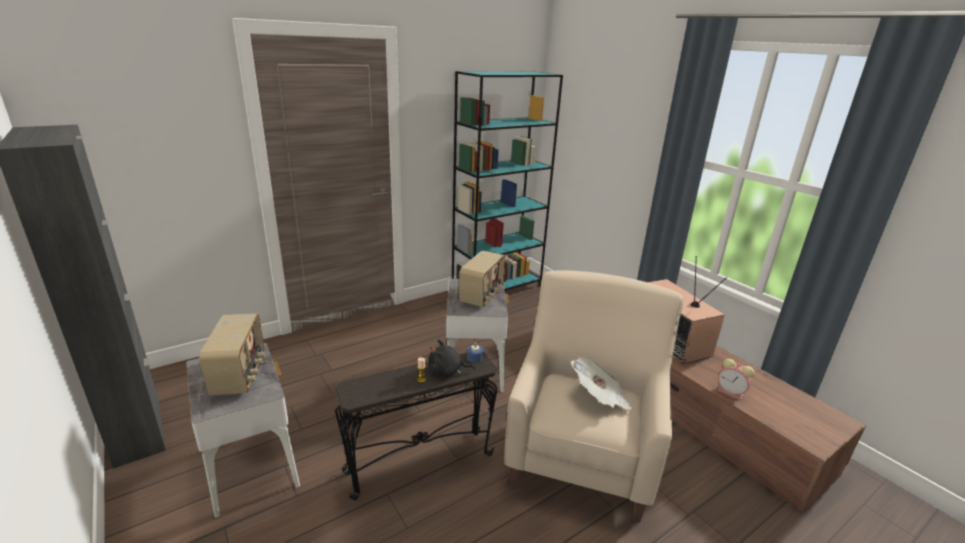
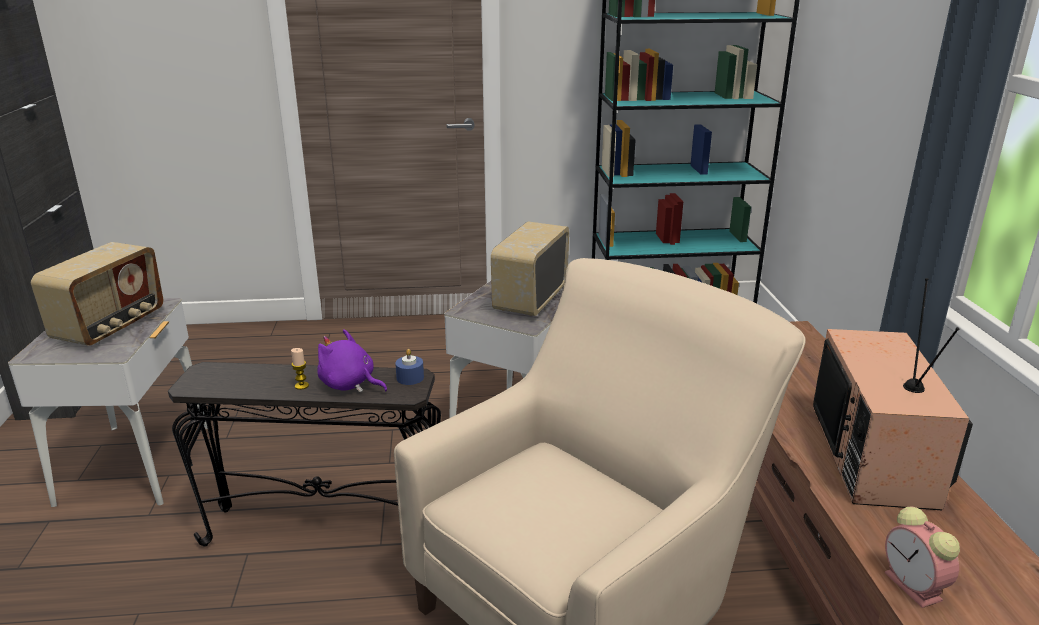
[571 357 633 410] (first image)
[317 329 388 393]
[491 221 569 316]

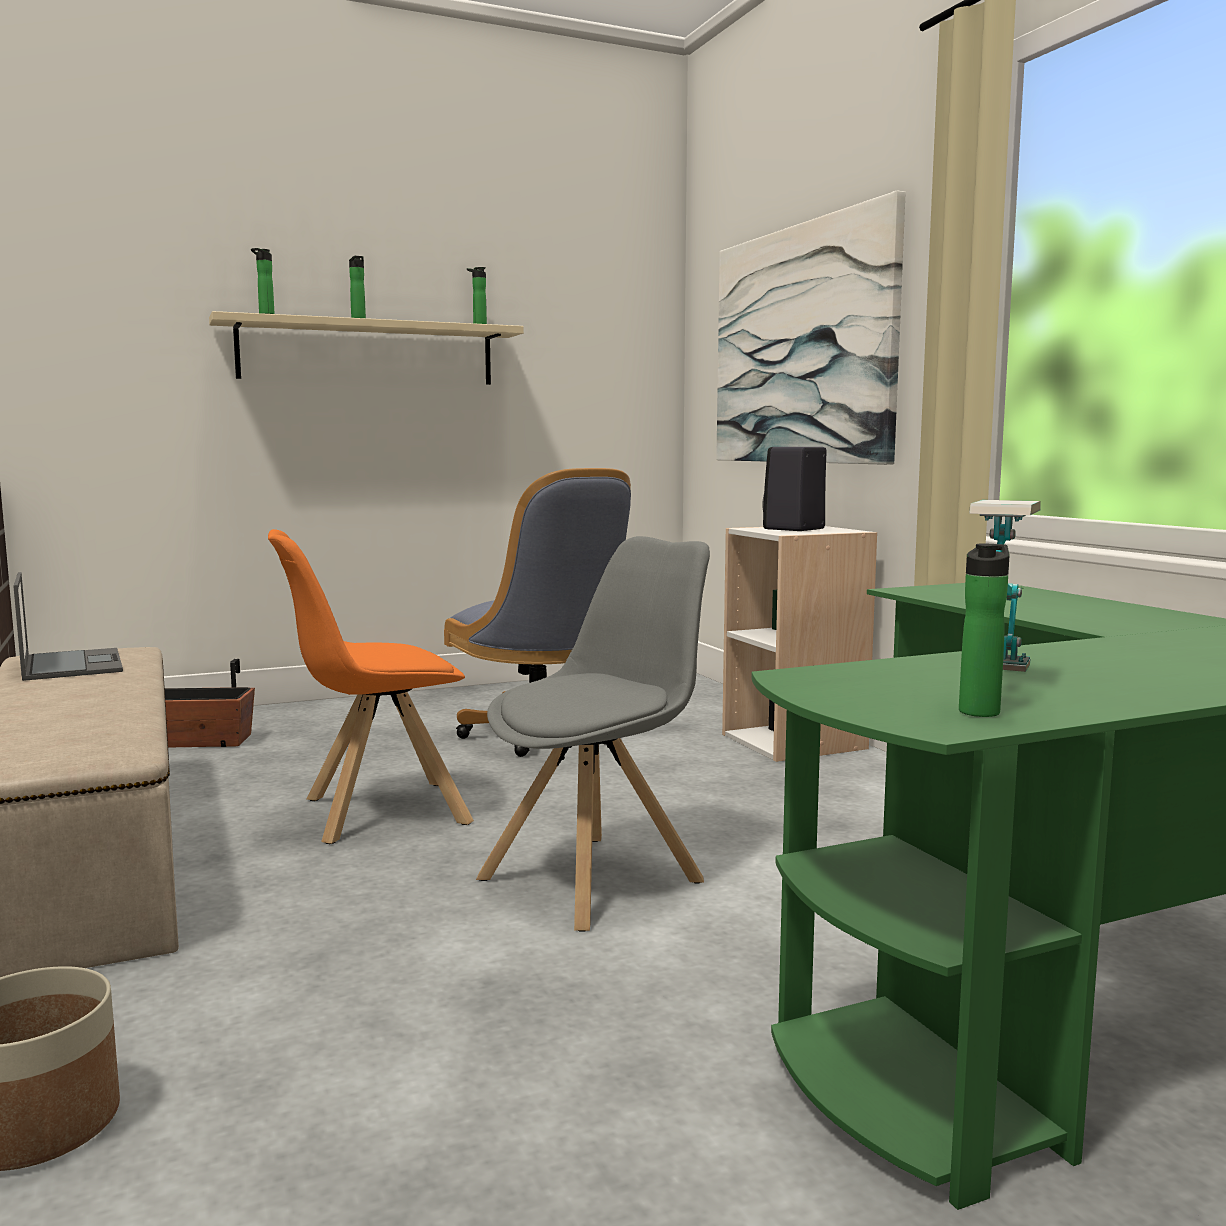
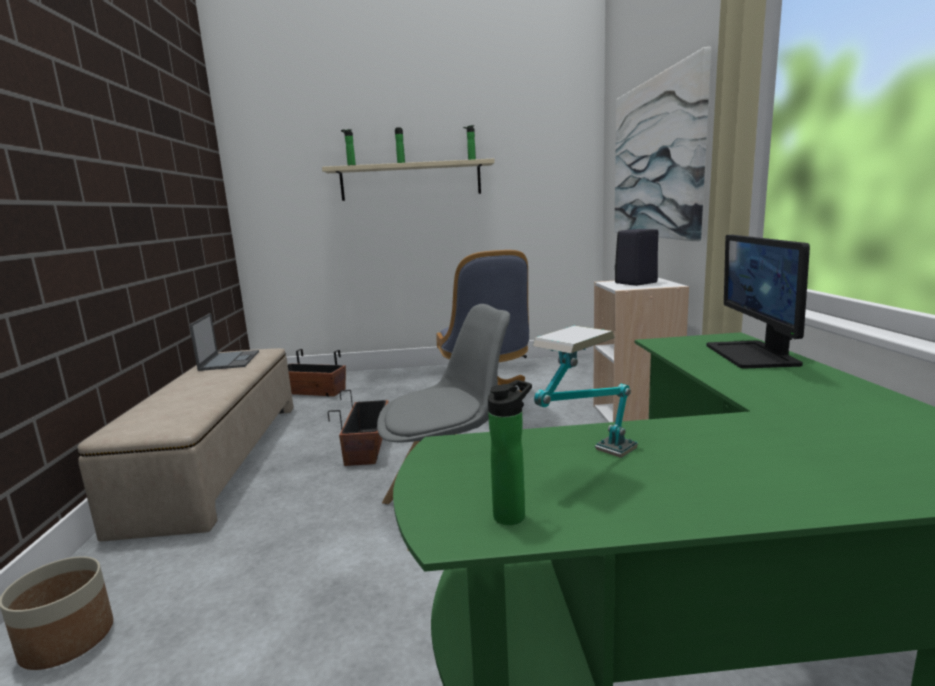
[706 235 810 368]
[328 390 388 466]

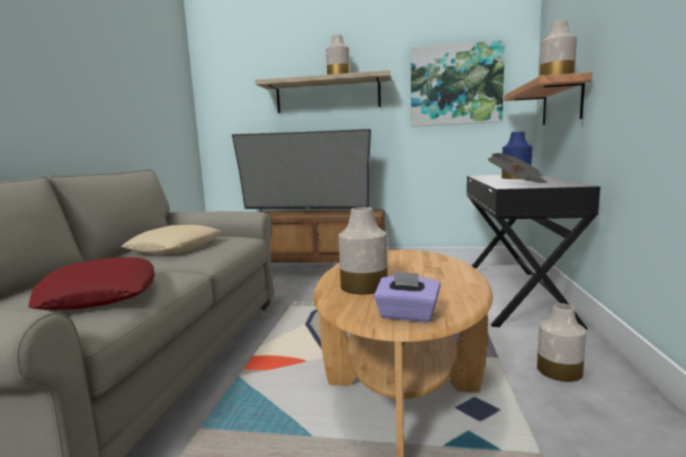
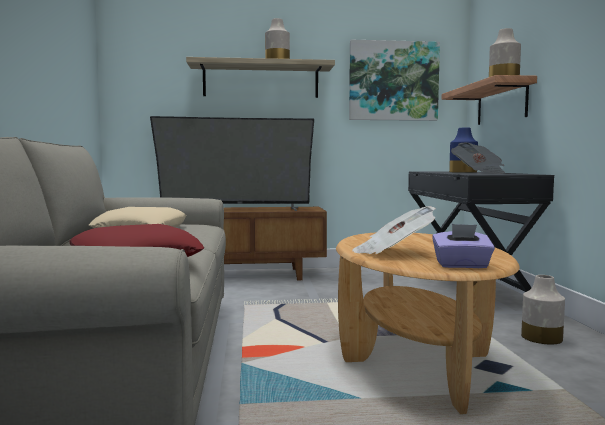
[352 206 436 254]

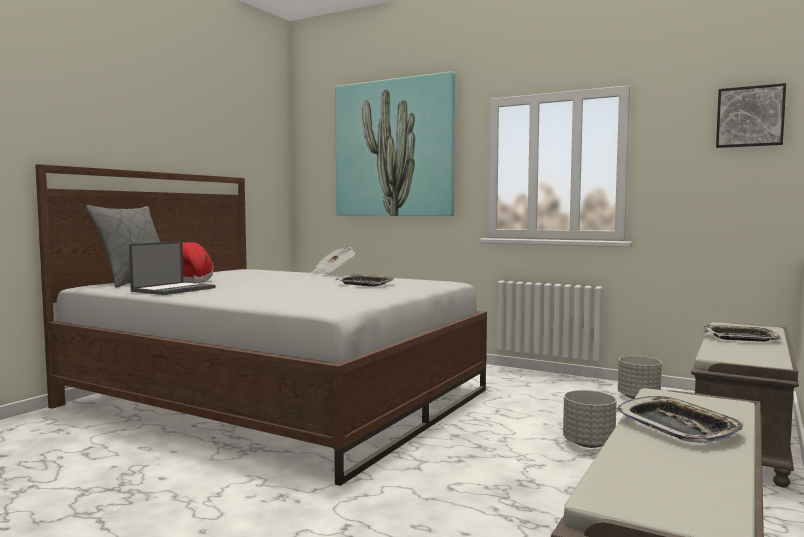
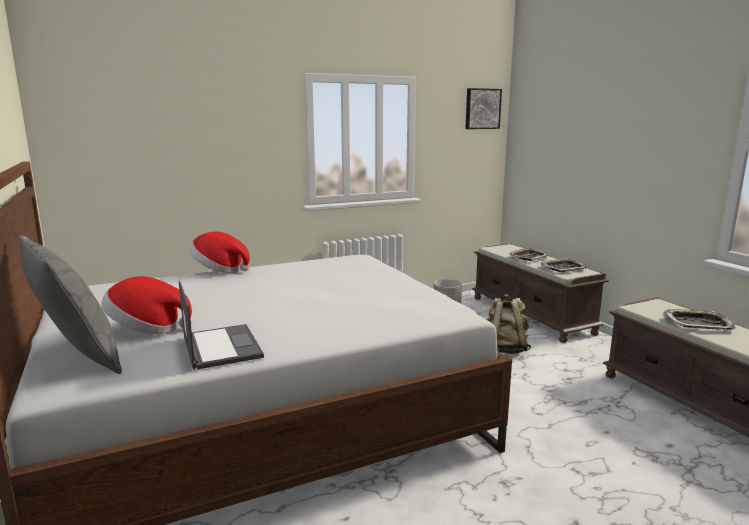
[335 72 455 216] (first image)
[541 258 587 272]
[189 232 250 273]
[486 294 531 354]

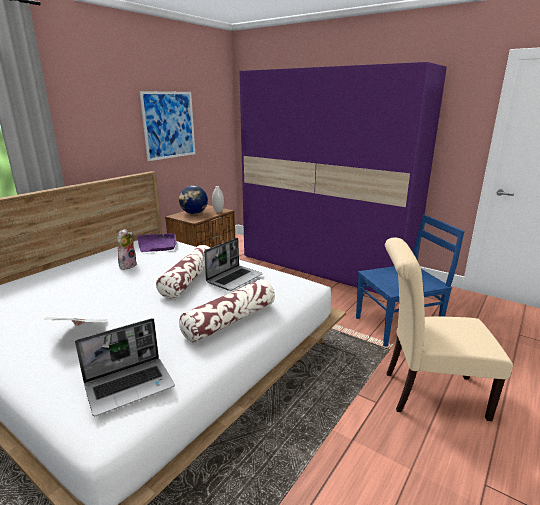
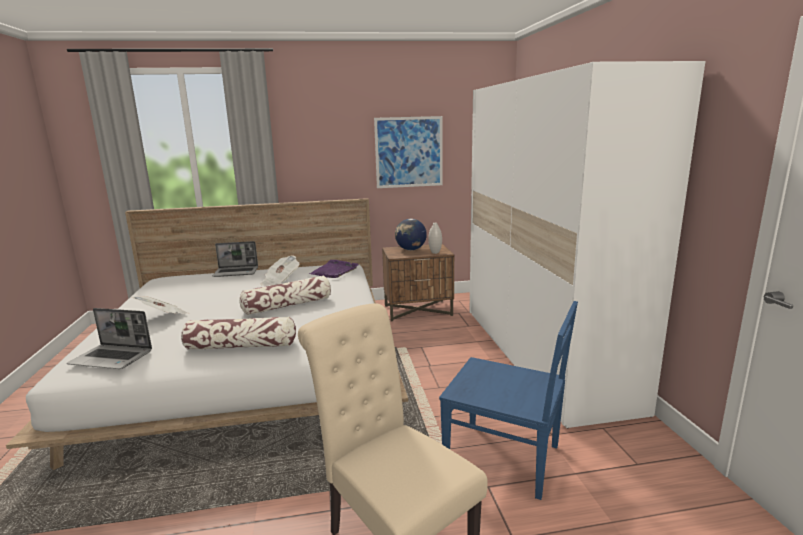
[213 241 258 277]
[261 256 299 286]
[469 61 705 428]

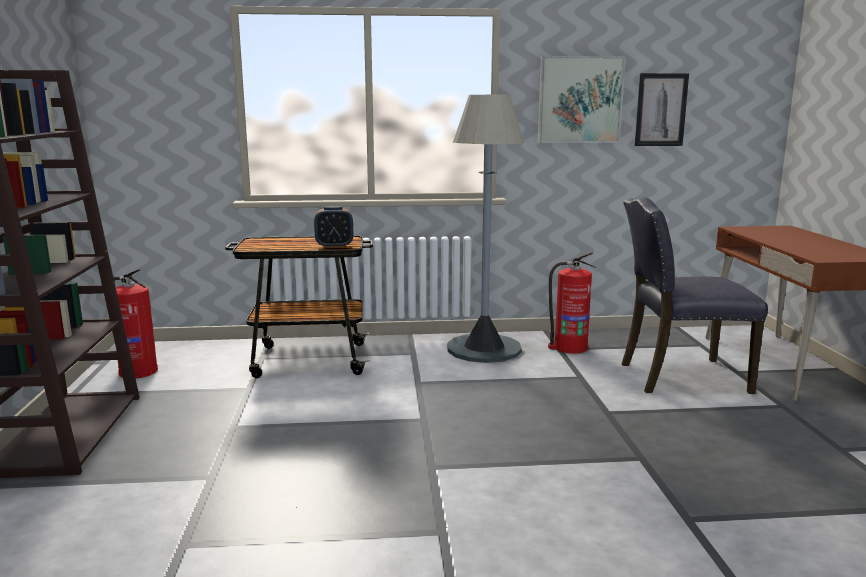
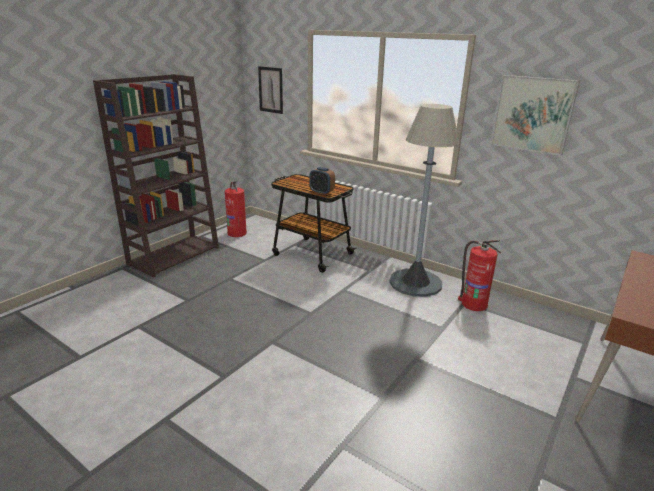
[622 197 768 394] (first image)
[258 66 283 114]

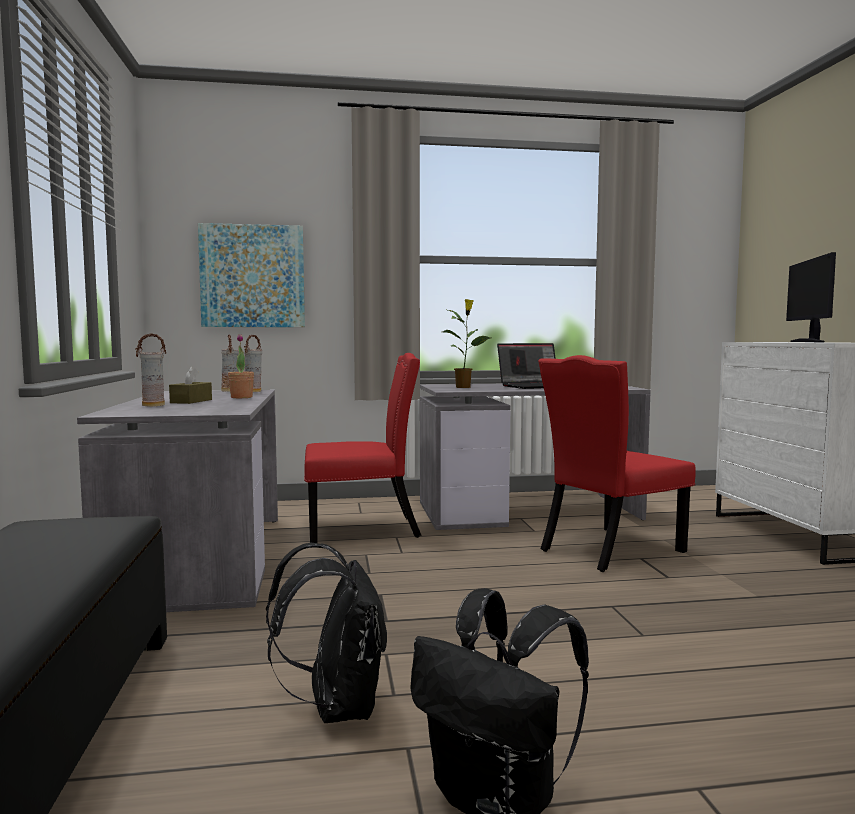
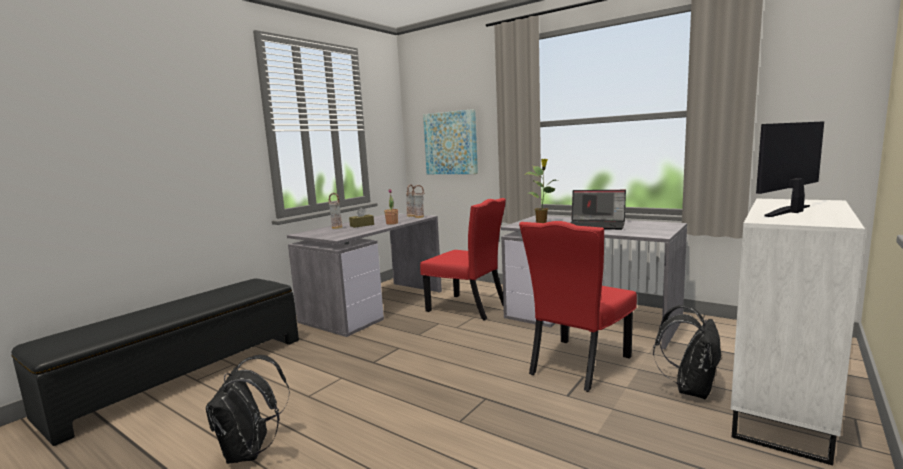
[653 305 722 399]
[519 221 637 392]

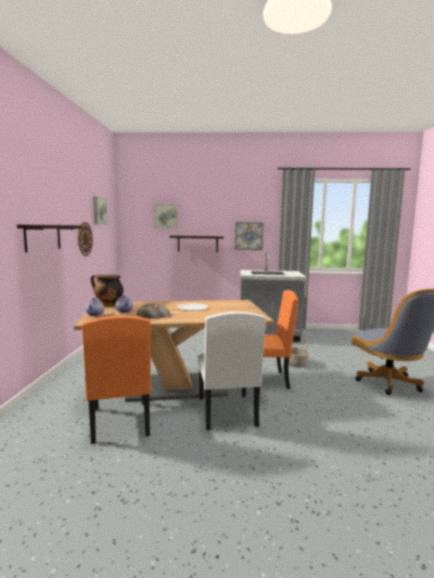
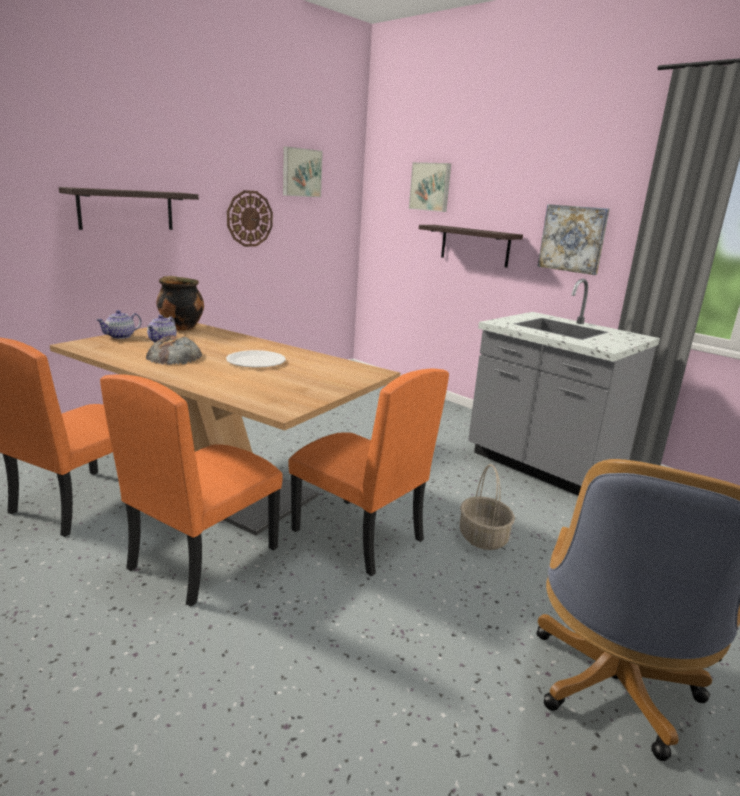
[100 374 283 607]

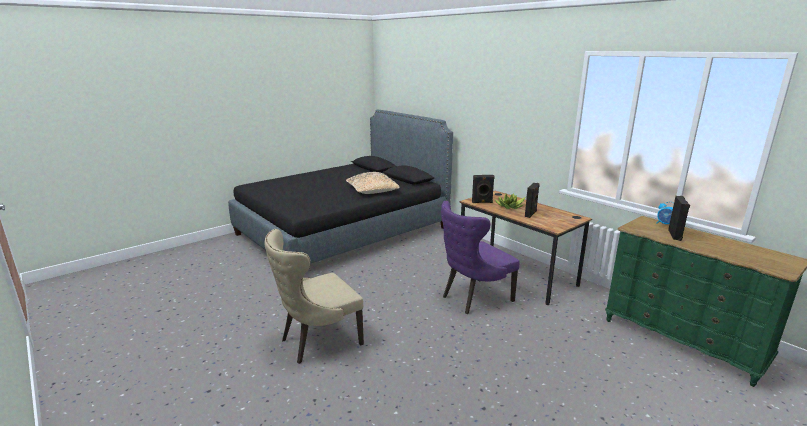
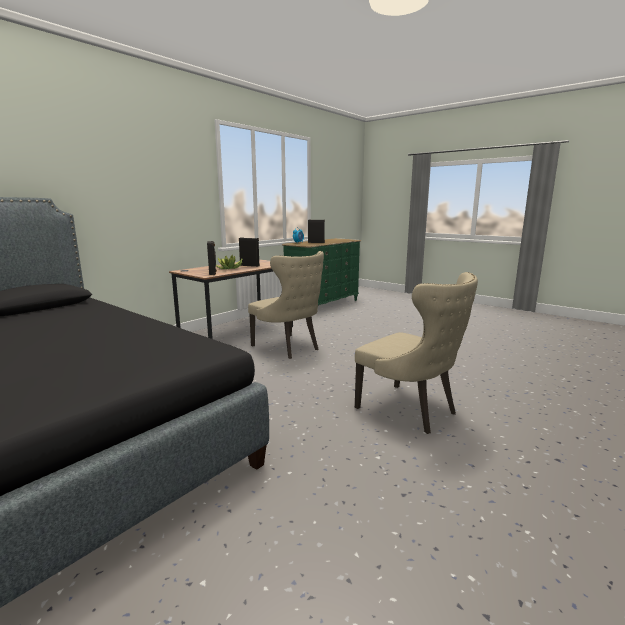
[346 172 400 194] (first image)
[248 251 324 359]

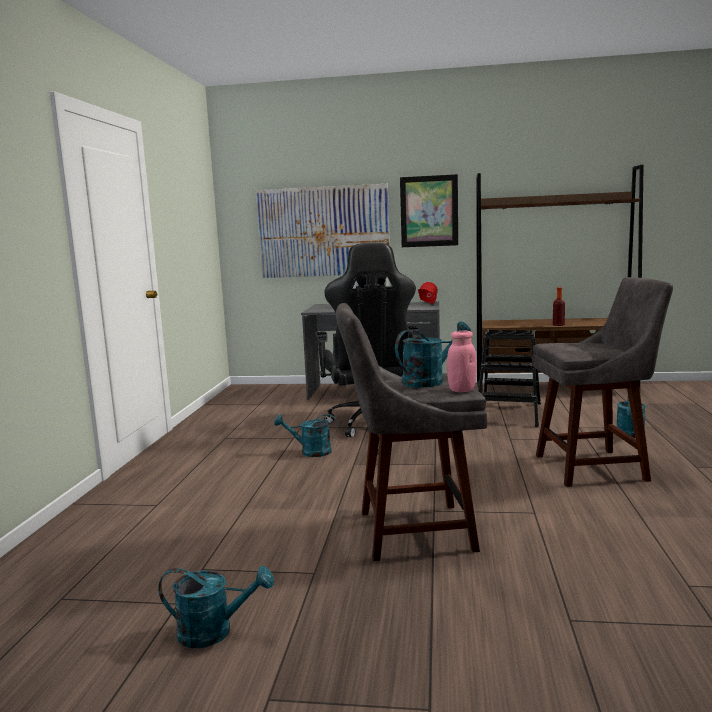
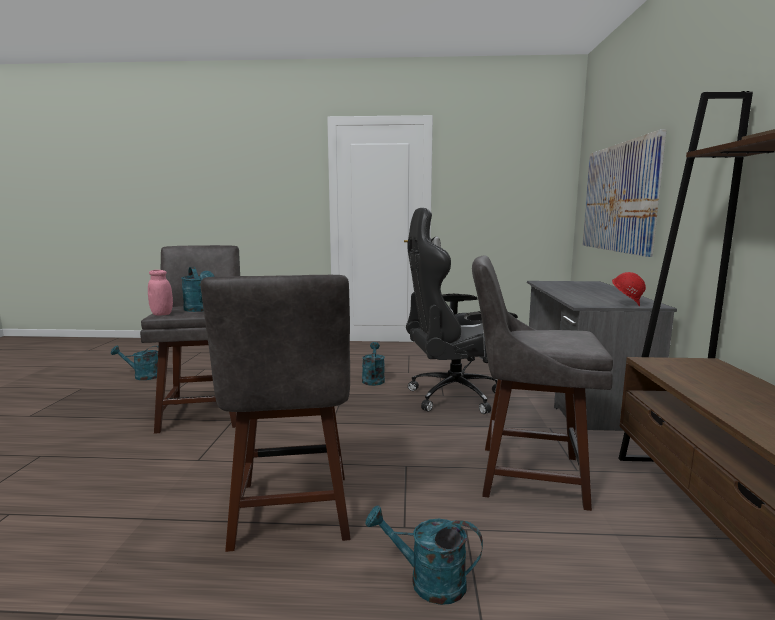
[400 174 458 247] (first image)
[553 287 565 326] (first image)
[472 255 613 511]
[111 346 159 380]

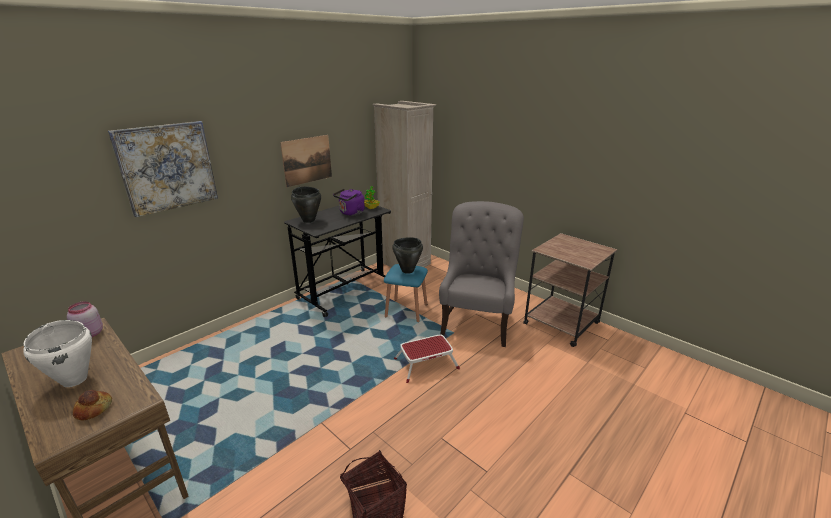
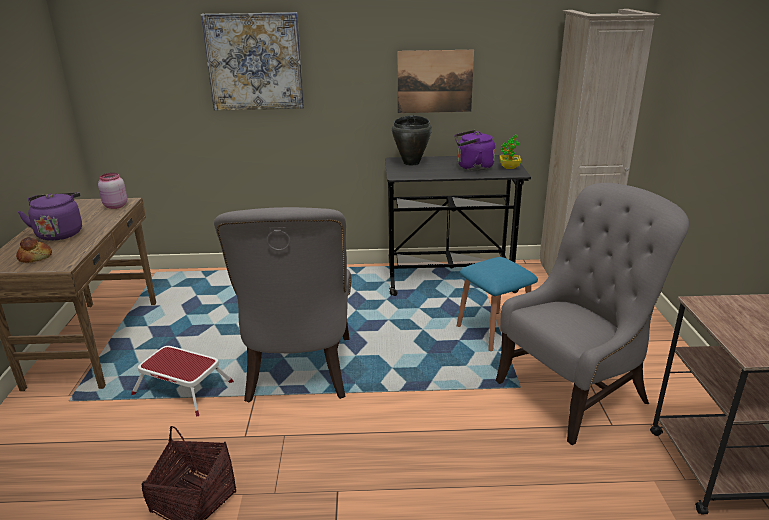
[392 237 423 274] (first image)
[214 207 352 402]
[131 346 234 417]
[18 192 82 241]

